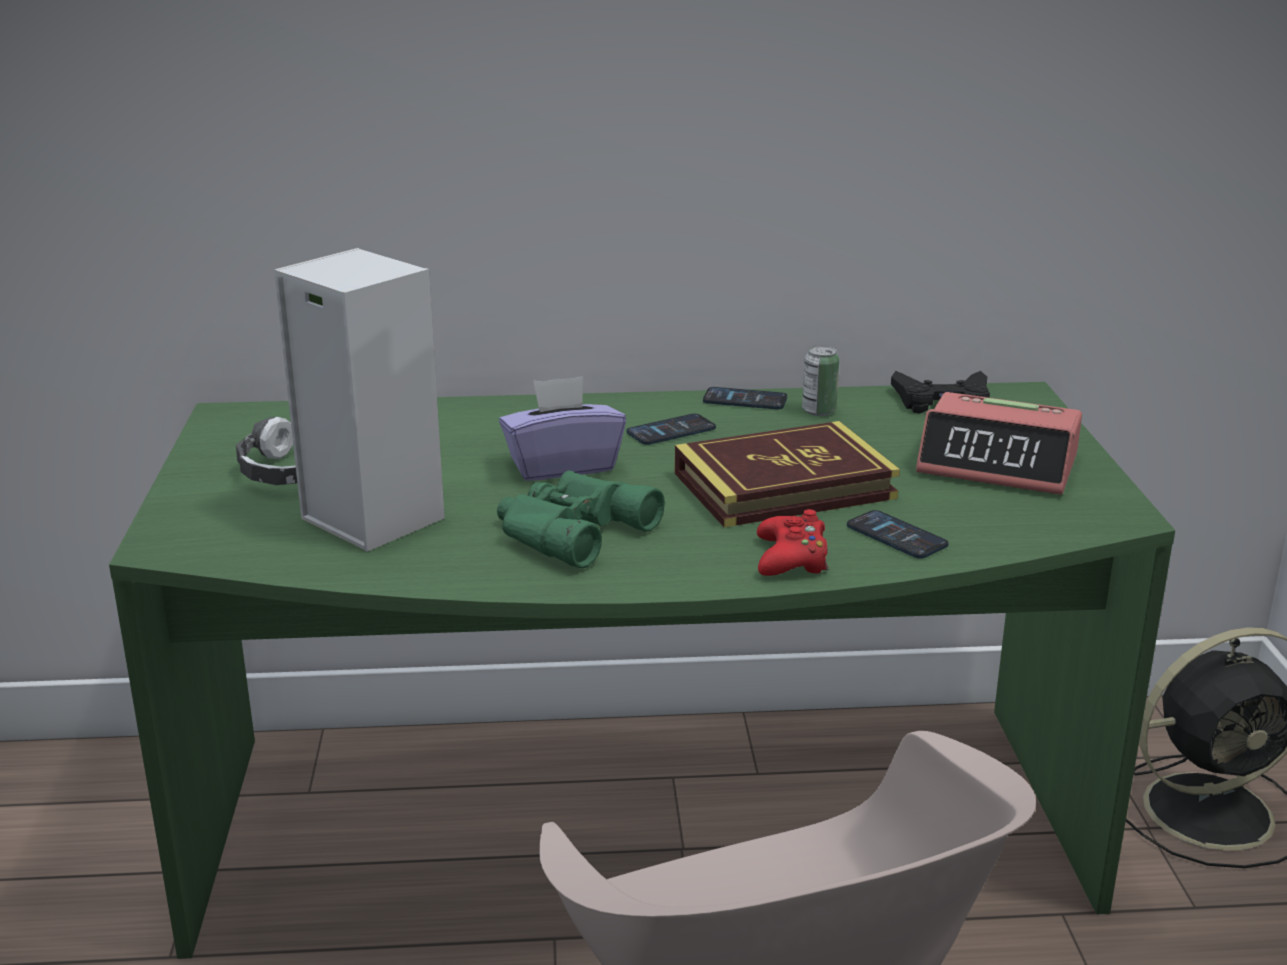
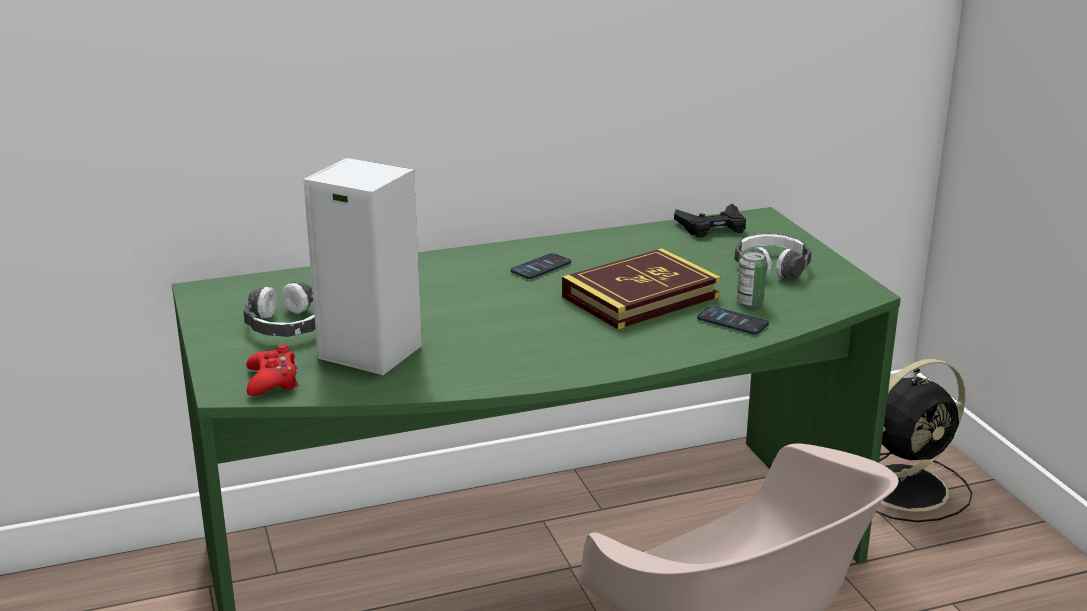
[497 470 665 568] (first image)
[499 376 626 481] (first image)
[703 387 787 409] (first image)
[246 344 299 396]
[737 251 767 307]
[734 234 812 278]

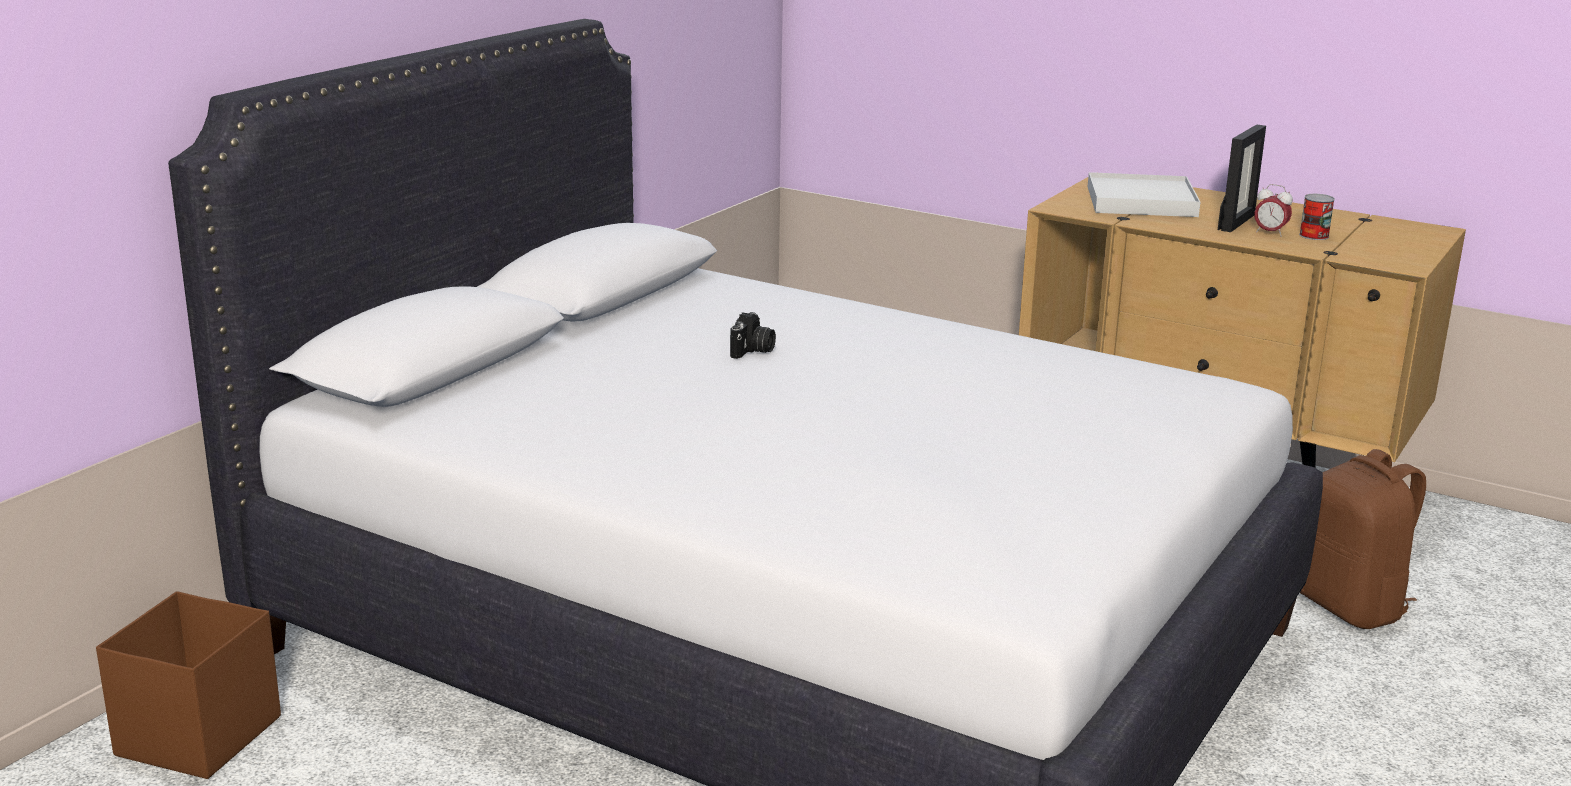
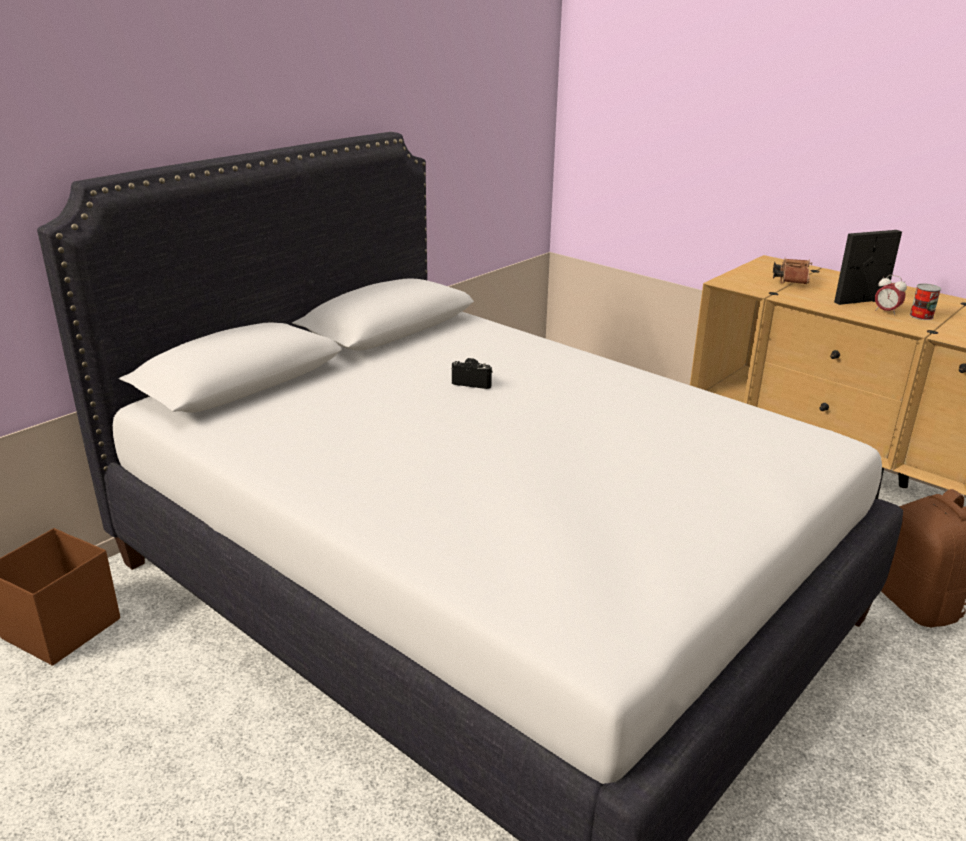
[773 258 812 284]
[452 358 493 389]
[834 230 902 305]

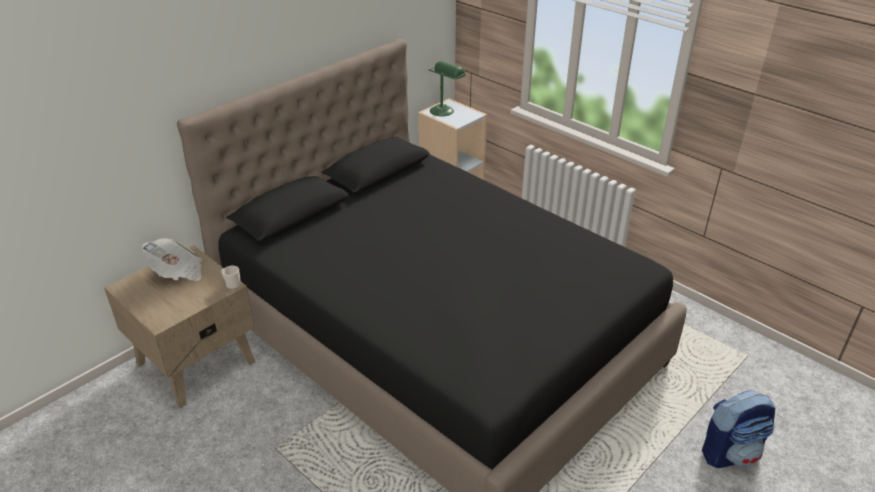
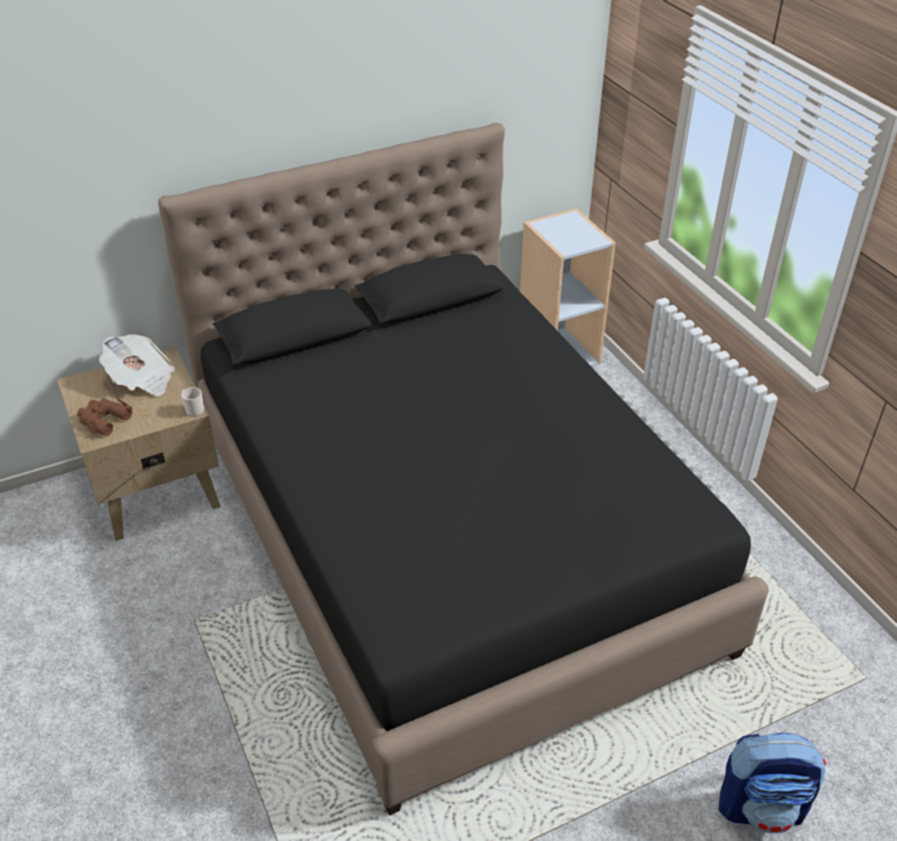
[428 61 465 116] (first image)
[77 398 132 436]

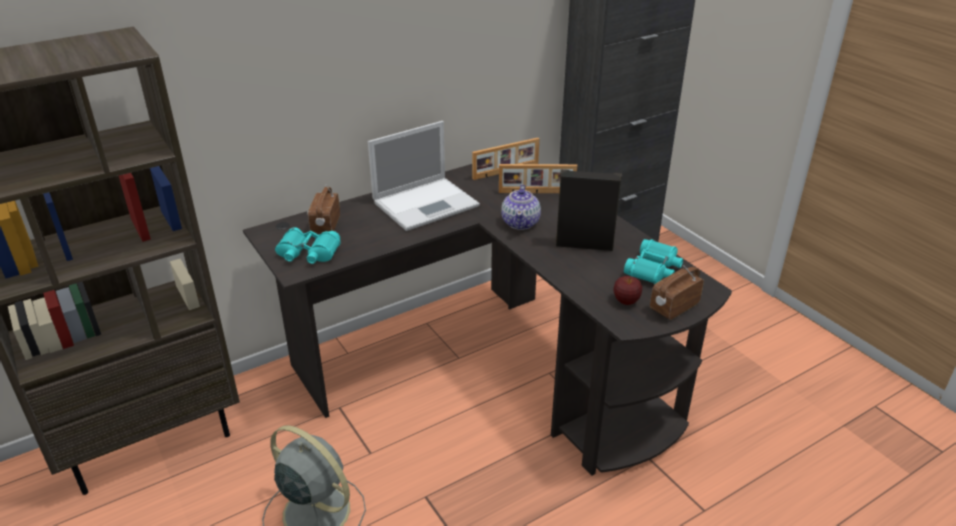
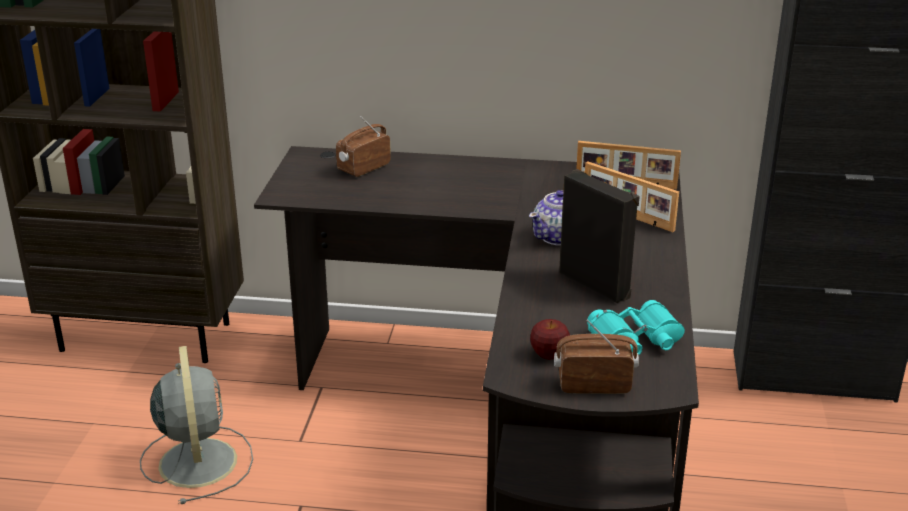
[275 227 341 264] (first image)
[368 121 480 231] (first image)

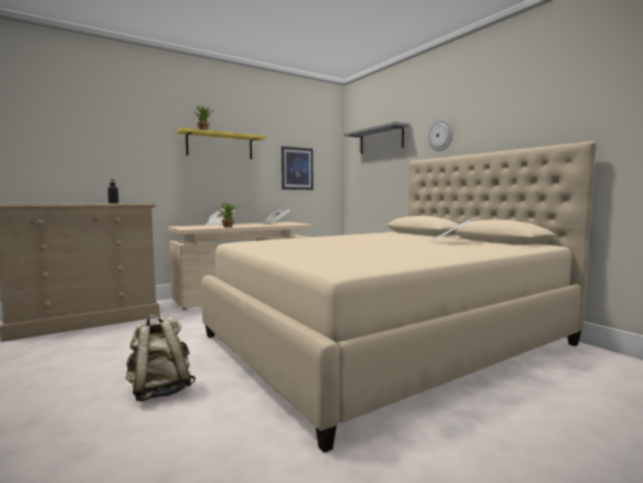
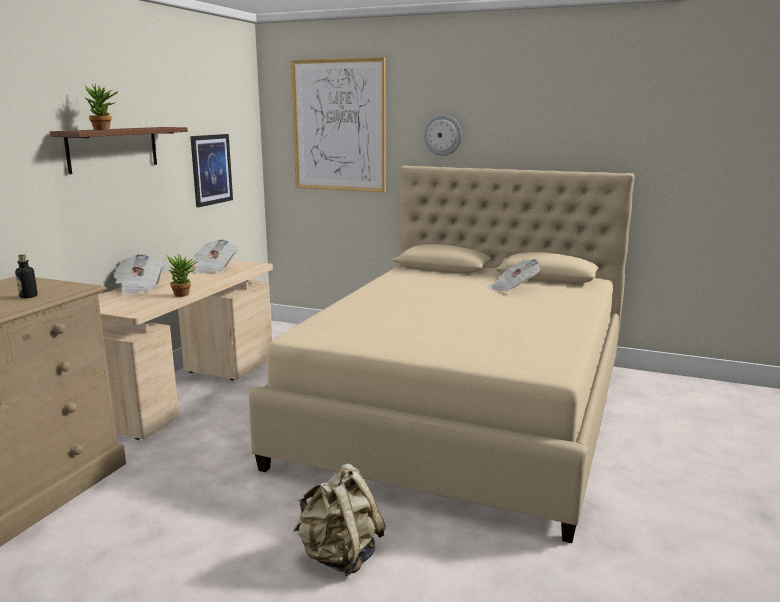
[291 57 386 192]
[50 127 188 174]

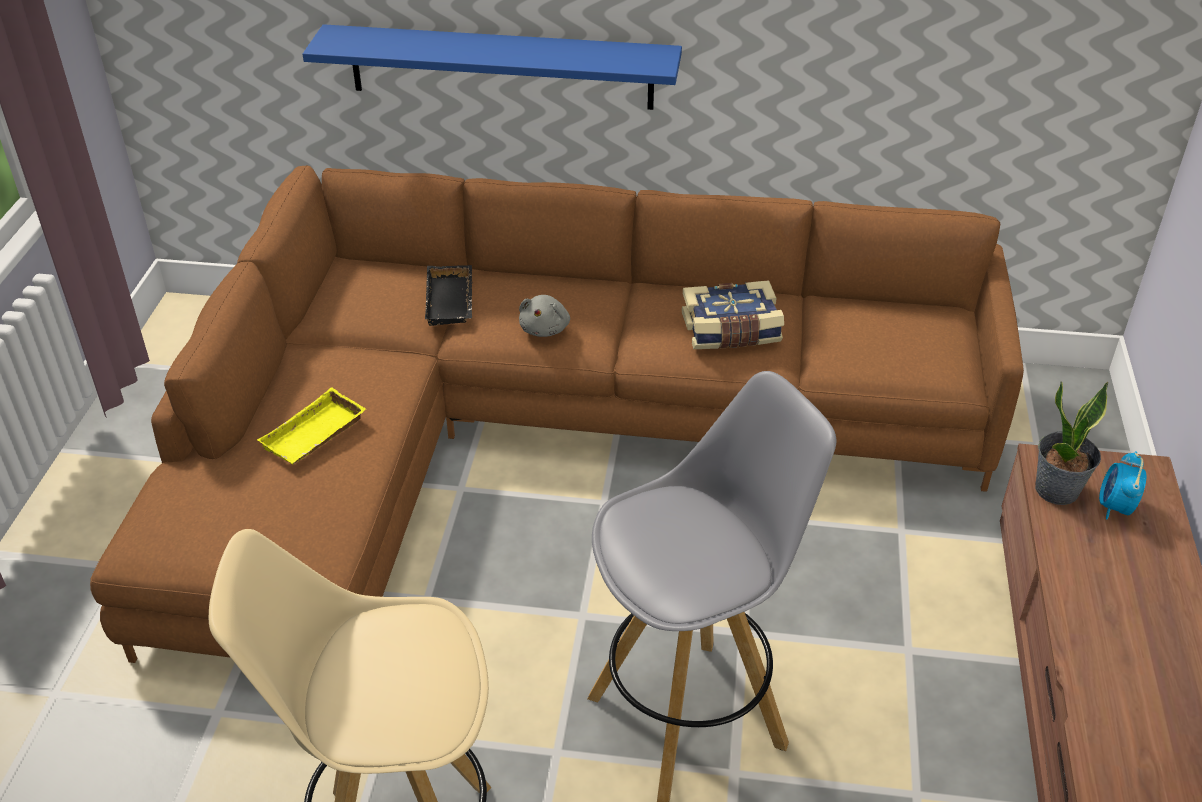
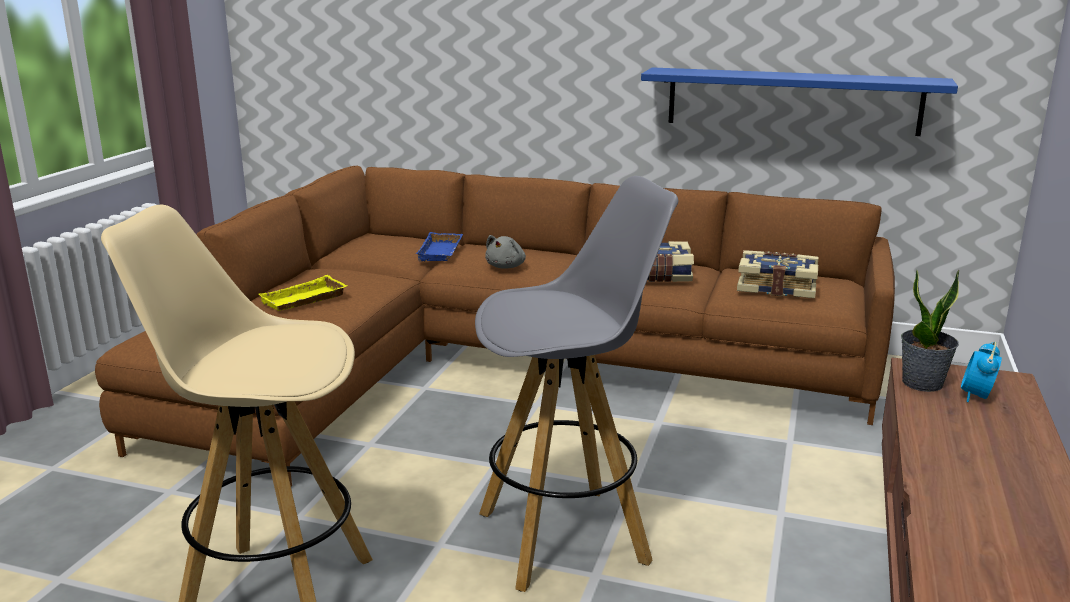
[737 250 819 299]
[641 67 958 136]
[416 232 463 261]

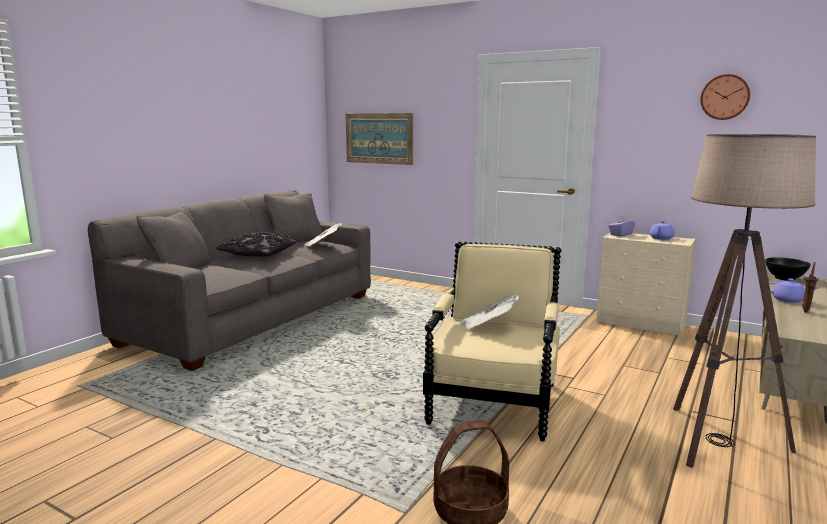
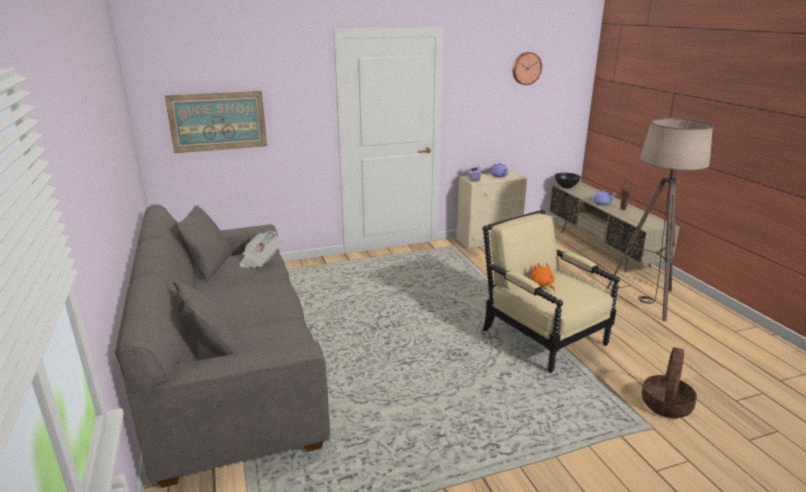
[216 232 298 257] (first image)
[531 263 555 292]

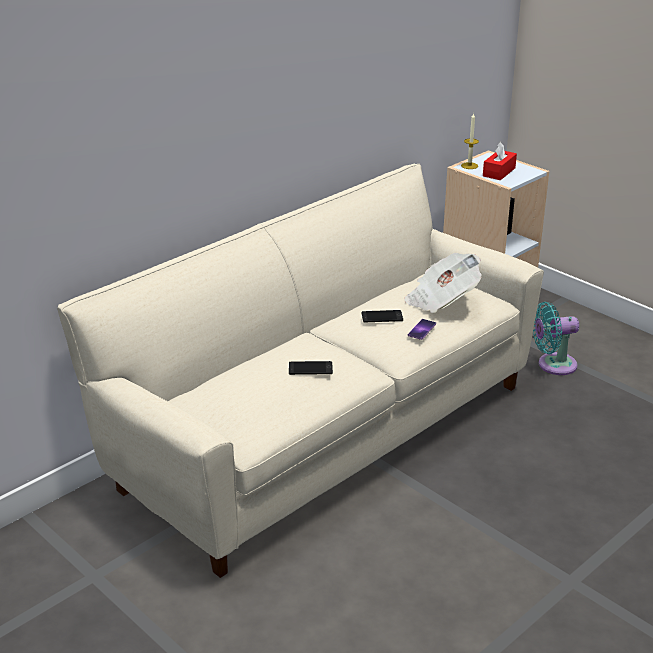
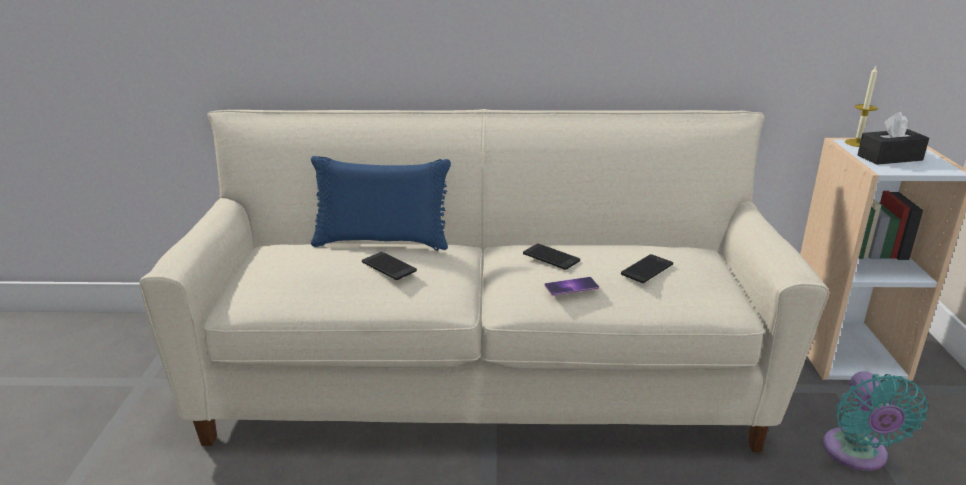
[311 156 451 251]
[621 254 673 283]
[858 112 929 165]
[823 372 928 471]

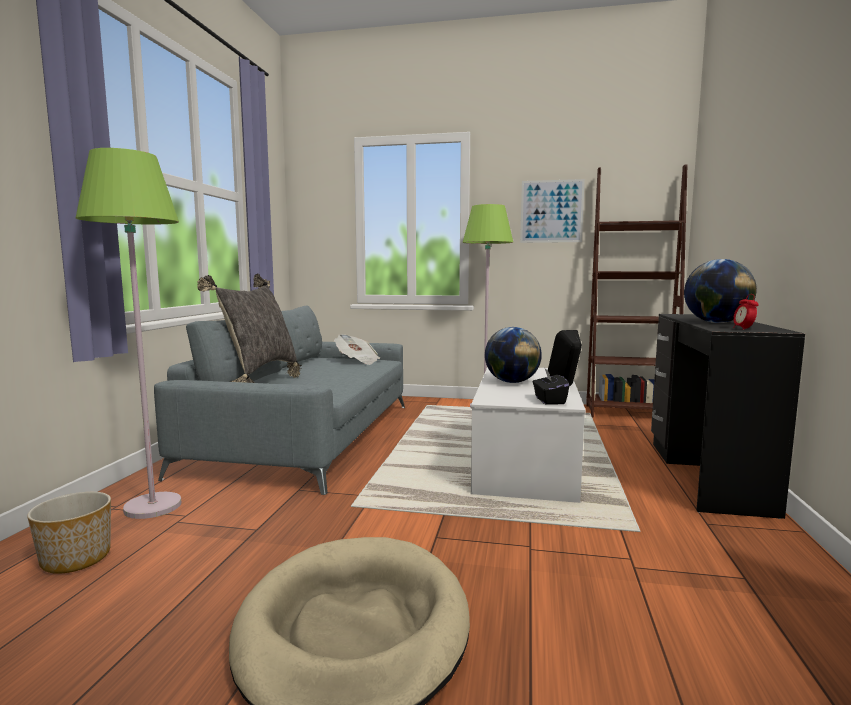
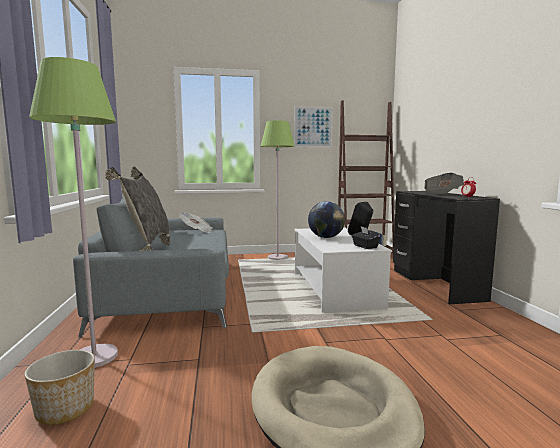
[424 173 464 194]

